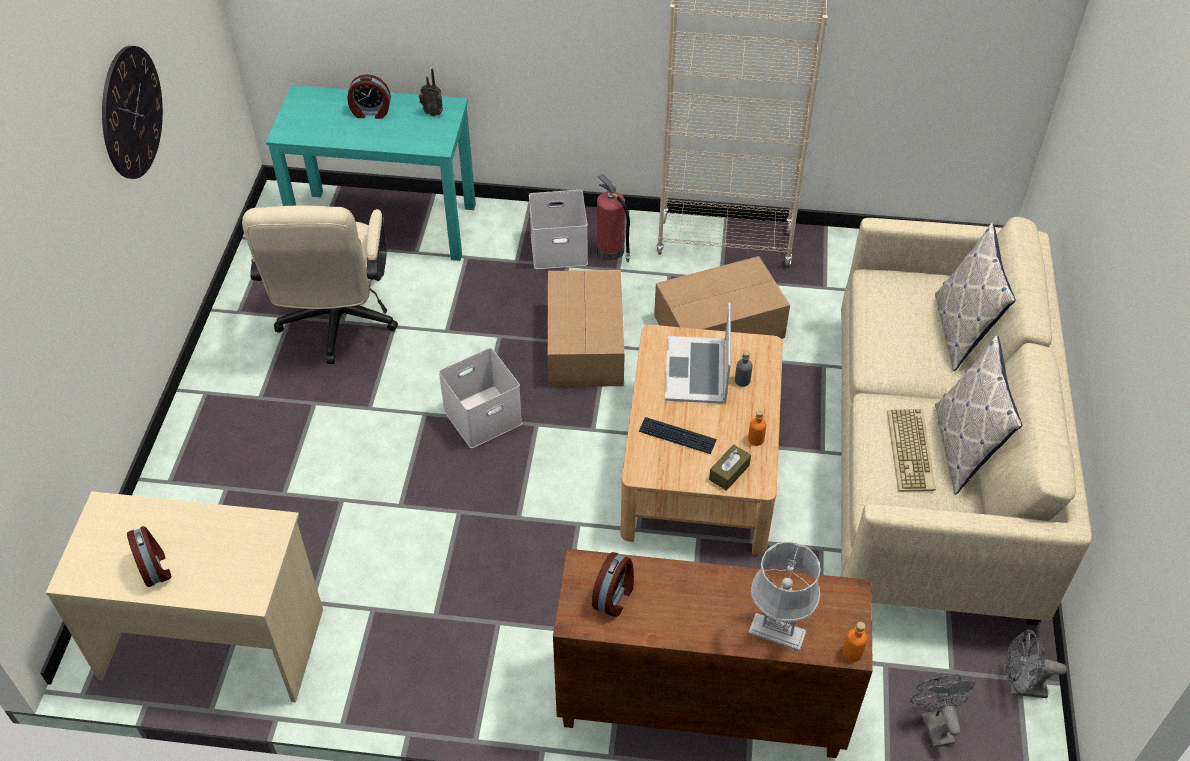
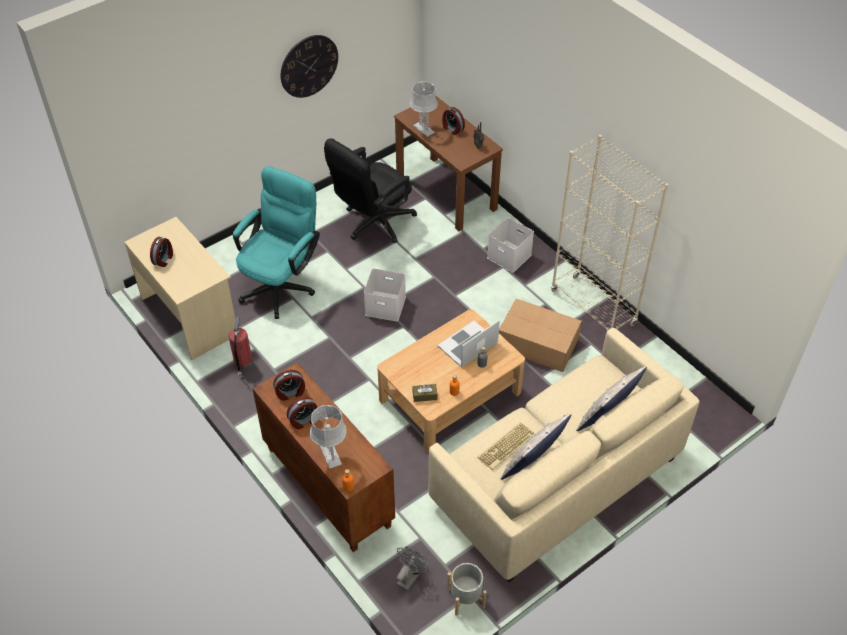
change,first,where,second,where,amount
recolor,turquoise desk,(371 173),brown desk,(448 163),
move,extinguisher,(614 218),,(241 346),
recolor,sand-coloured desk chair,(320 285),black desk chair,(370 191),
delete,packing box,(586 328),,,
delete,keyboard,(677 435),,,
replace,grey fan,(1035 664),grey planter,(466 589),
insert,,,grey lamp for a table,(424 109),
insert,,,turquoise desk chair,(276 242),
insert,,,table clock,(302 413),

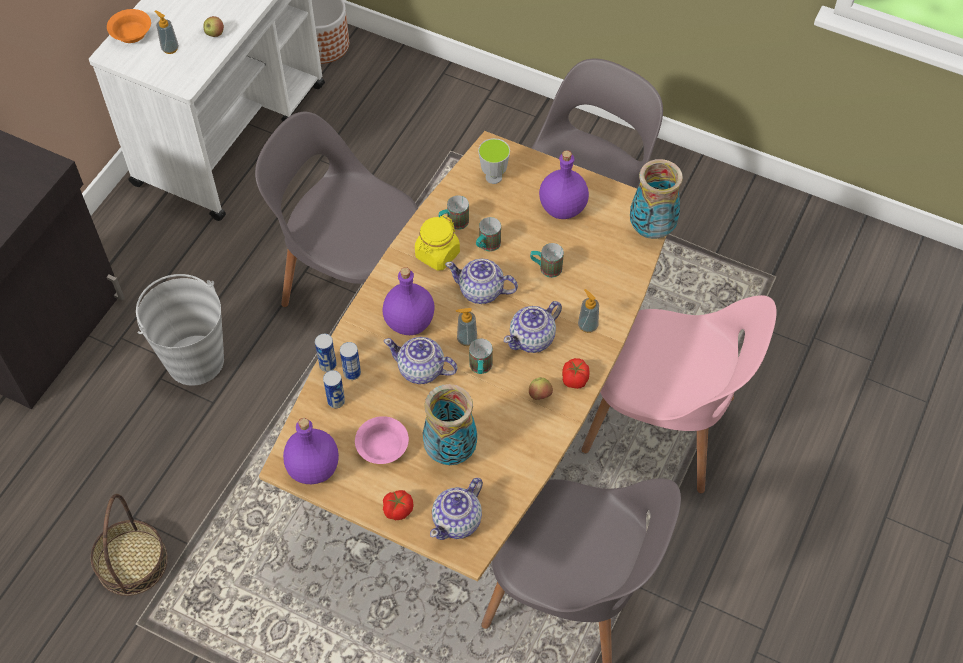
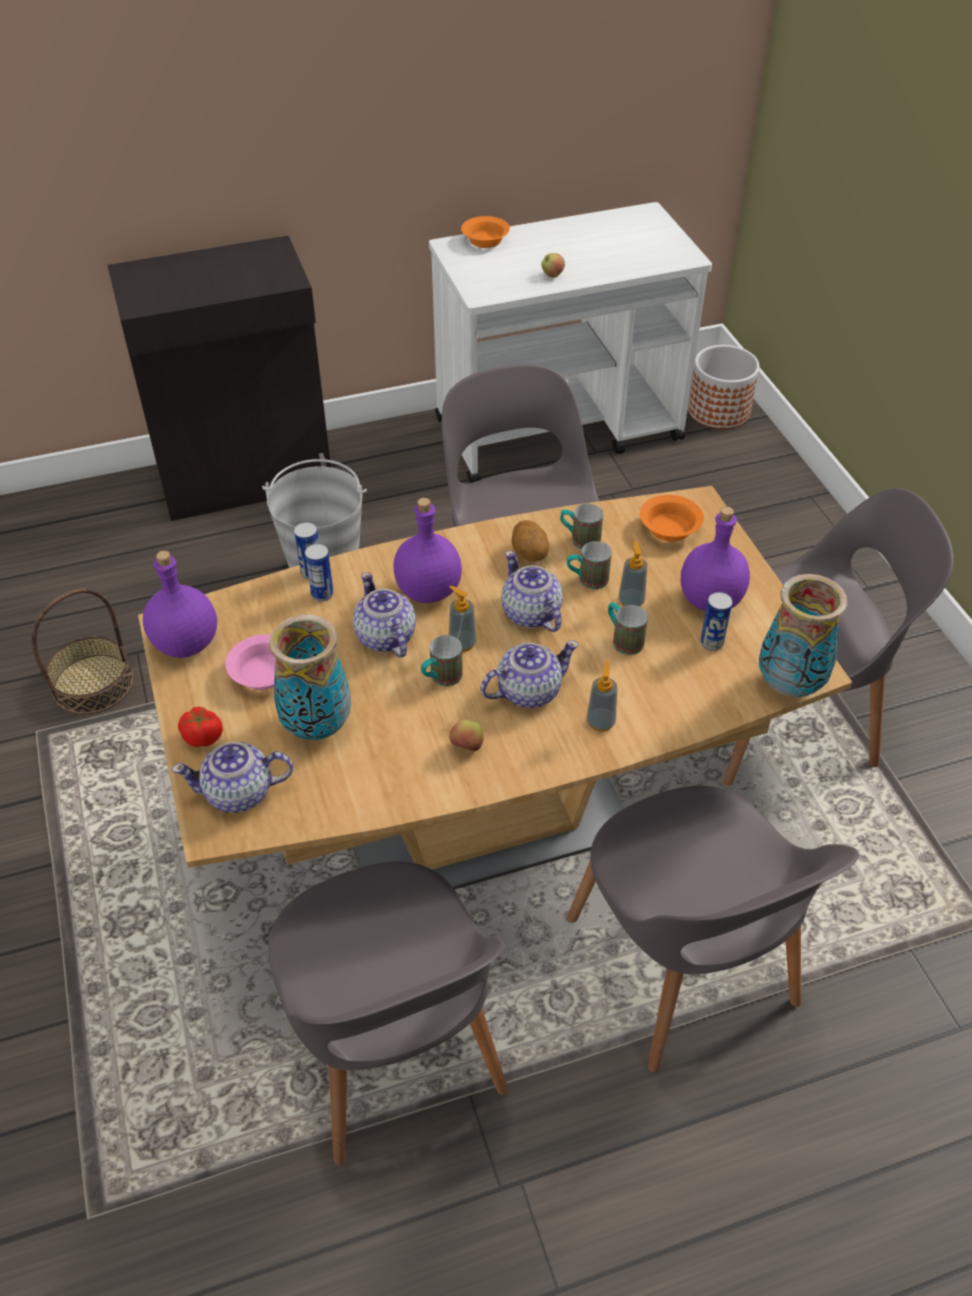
change,first,where,second,where,amount
move,soap dispenser,(166 32),,(632 574),
replace,small cup,(494 161),orange-coloured deep dish,(672 518),
replace,yellowish preserve jar,(437 243),whole potato,(530 541),
recolor,pinkish chair,(679 394),grey chair,(713 929),
rotate,teapot,(533 327),,(530 674),150 degrees clockwise
delete,fresh tomato,(575 373),,,
move,sealed can,(334 389),,(716 621),

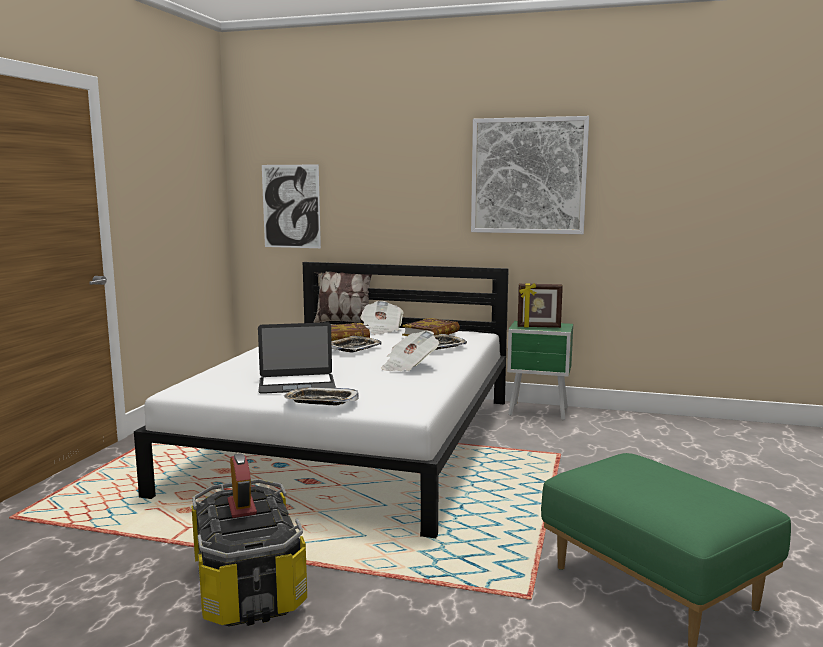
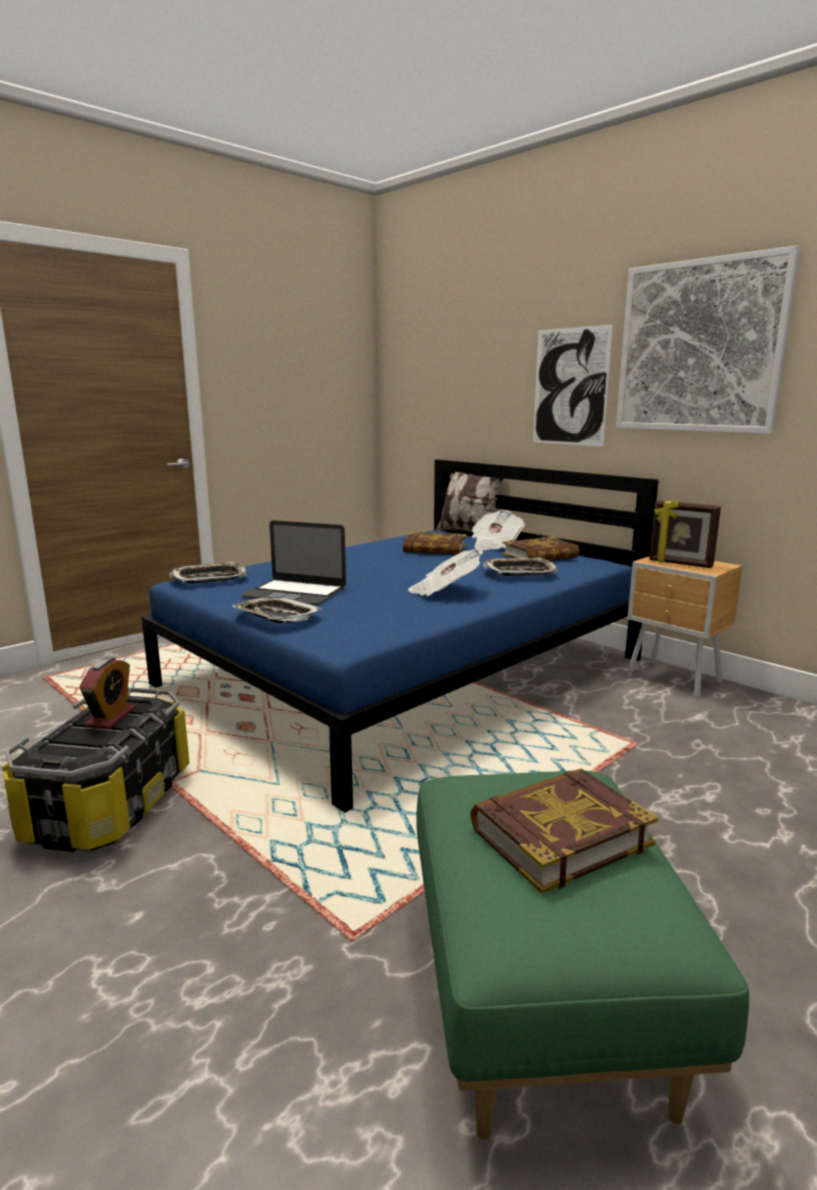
change,first,where,second,where,amount
move,wall art,(291 206),,(573 385),
recolor,white-coloured bed,(321 400),bluish bed,(400 635),
recolor,greenish night table,(540 370),brown night table,(684 627),
move,tray,(356 344),,(208 573),
insert,,,book,(564 831),

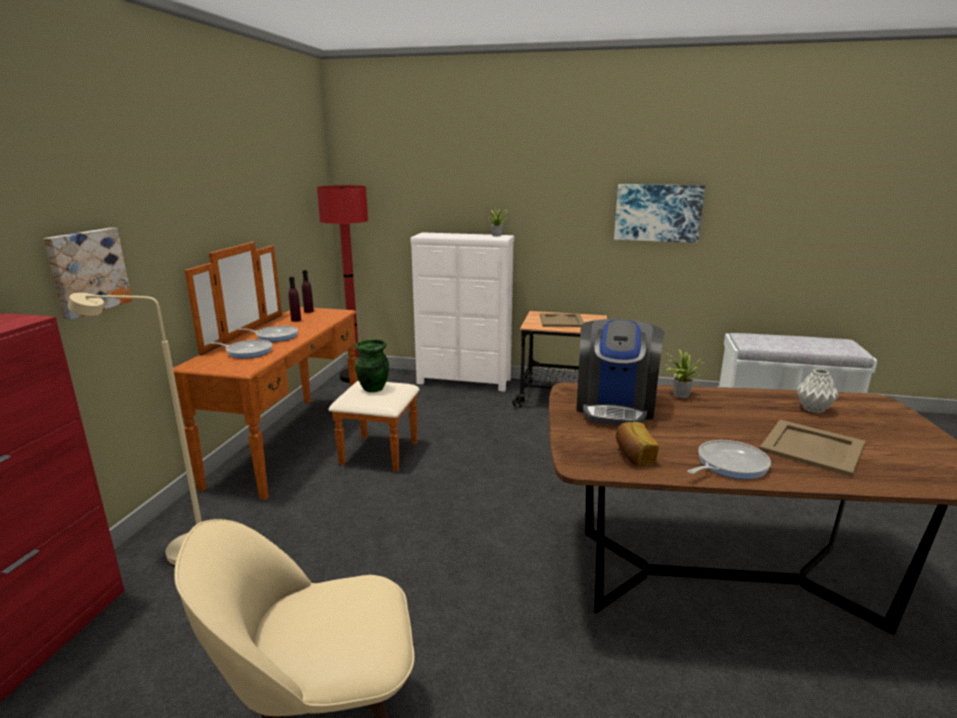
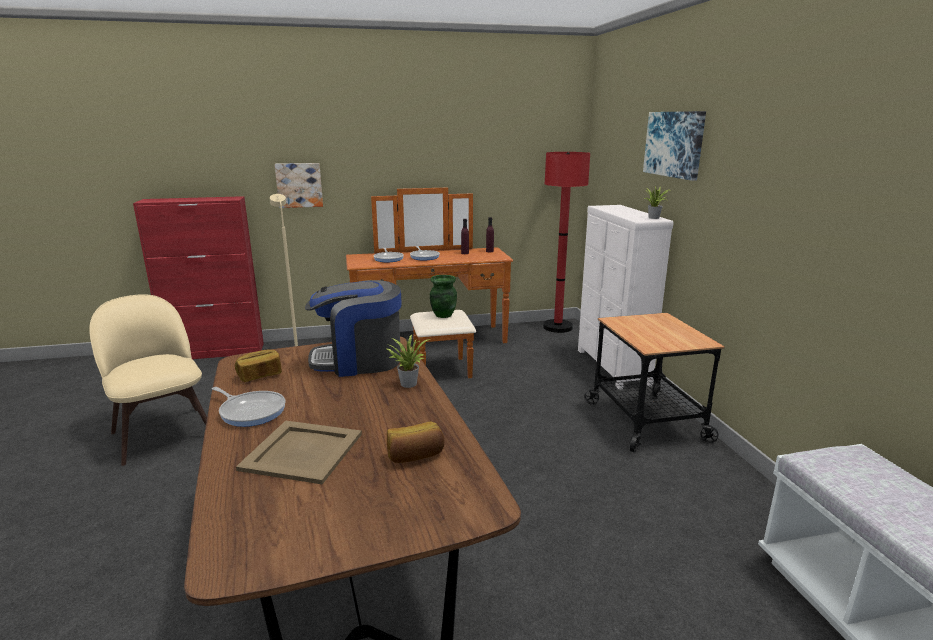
change,first,where,second,where,amount
move,wall art,(659 213),,(674 146),
delete,sand-coloured tray,(562 320),,,
replace,grey decorative vase,(817 391),baked bread,(416 442),

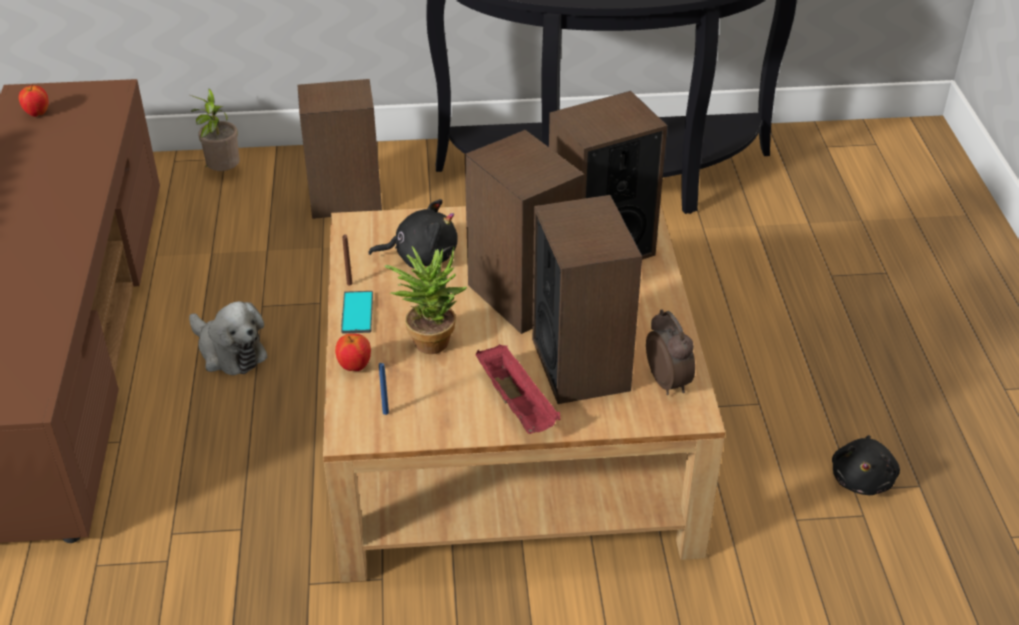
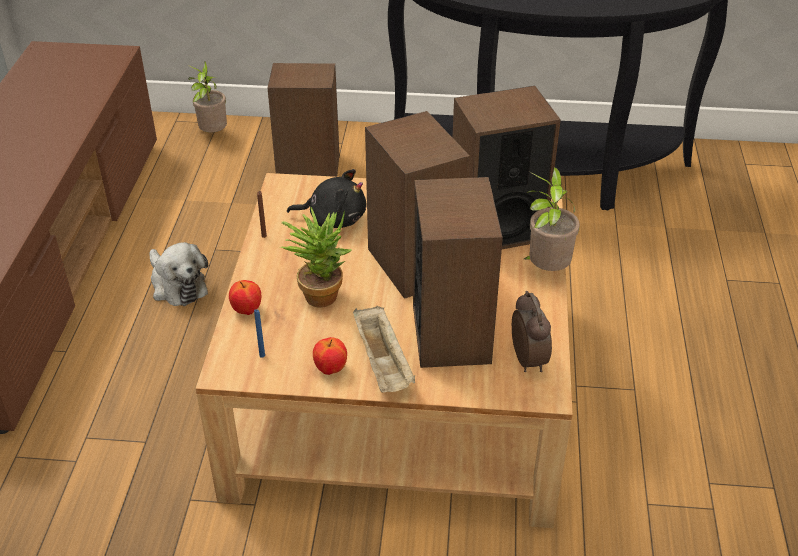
change,first,where,second,where,amount
move,whole apple,(33 101),,(330 356),
delete,handset,(357 312),,,
recolor,red-coloured tray,(518 389),sand-coloured tray,(384 349),
delete,black cuddly toy,(866 465),,,
insert,,,plant in a pot,(552 219),

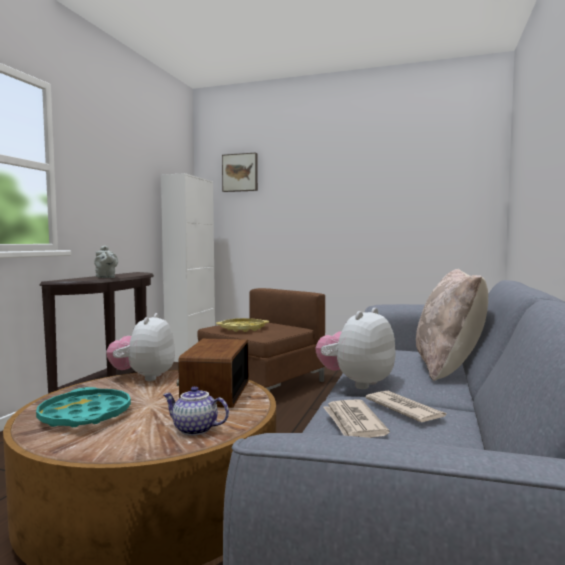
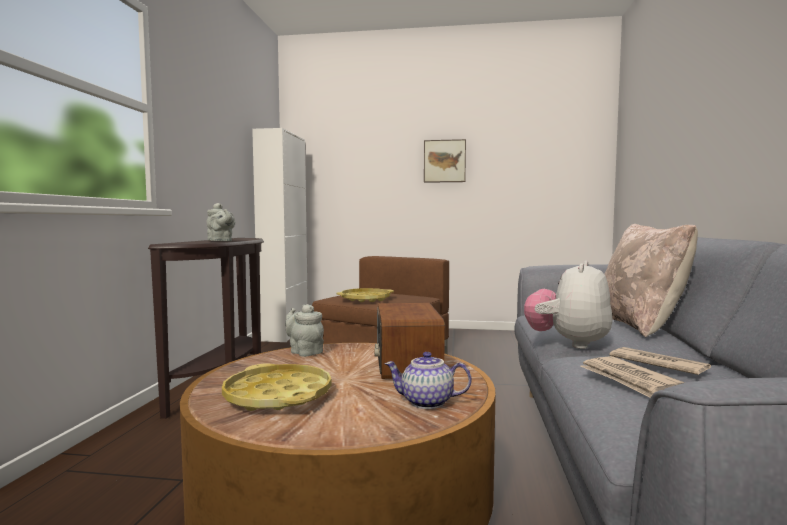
change,first,where,second,where,amount
move,wall art,(240 172),,(445 161),
replace,cuddly toy,(140 347),grey teapot,(304 330),
recolor,turquoise tray,(83 407),yellowish tray,(277 387),

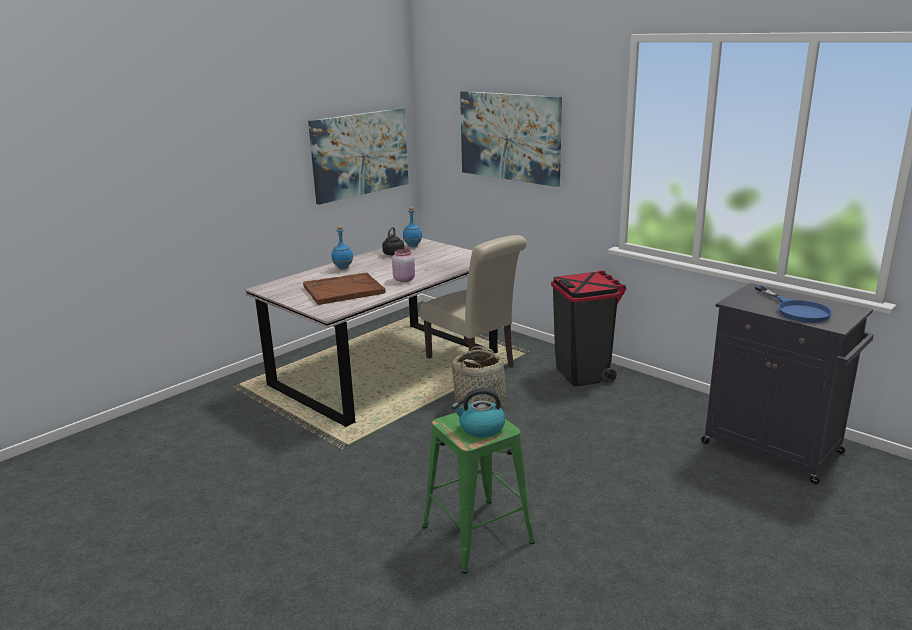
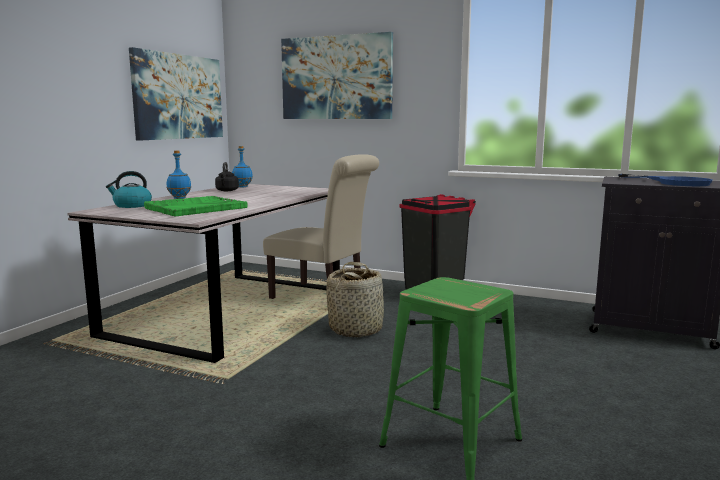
change,first,where,second,where,amount
delete,pinkish preserve jar,(403 265),,,
recolor,brown tray,(344 289),greenish tray,(196 206),
move,kettle,(478 412),,(129 189),

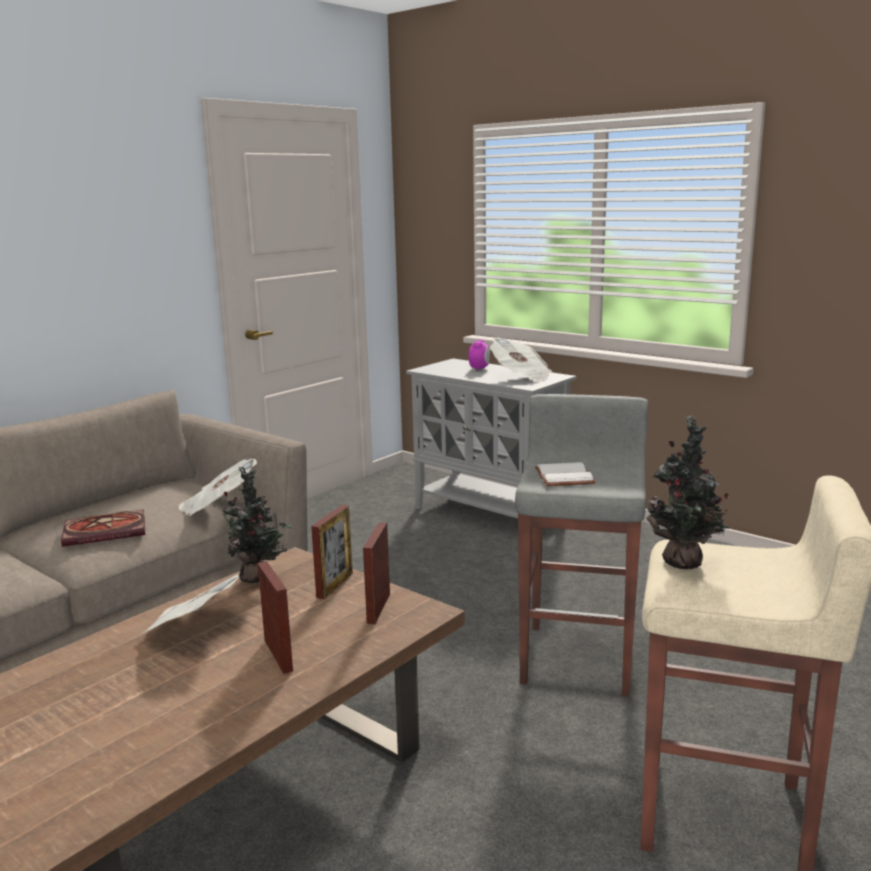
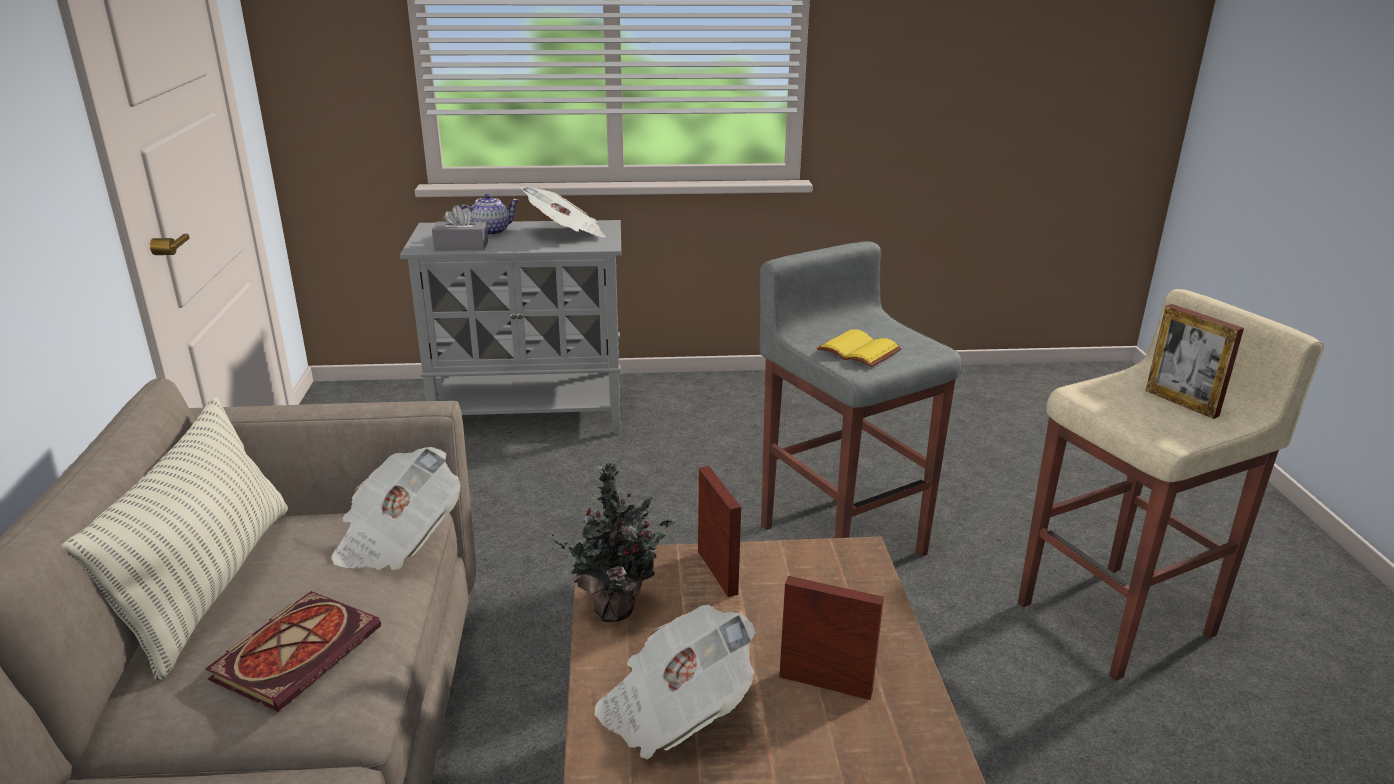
change,first,where,second,where,amount
replace,table clock,(479 355),teapot,(489 215),
delete,plant in a pot,(688 492),,,
recolor,white-coloured book,(565 474),yellowish book,(859 348),
move,picture frame,(376 573),,(1195 361),
insert,,,grey tissue box,(460 227),
insert,,,cushion,(174 538),

